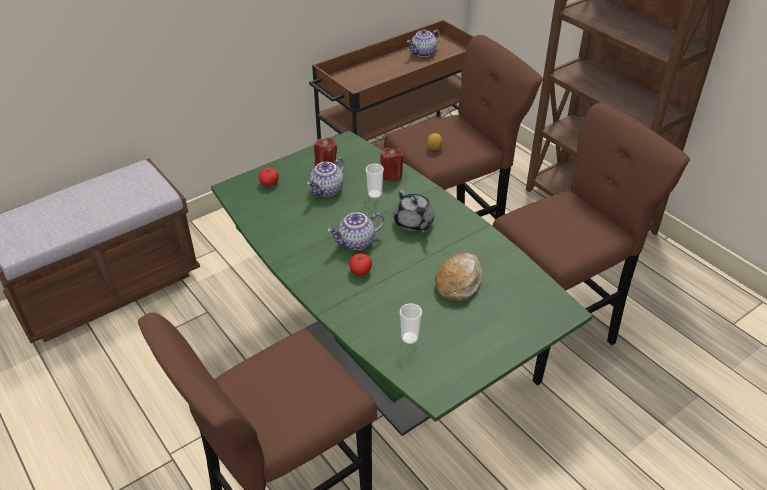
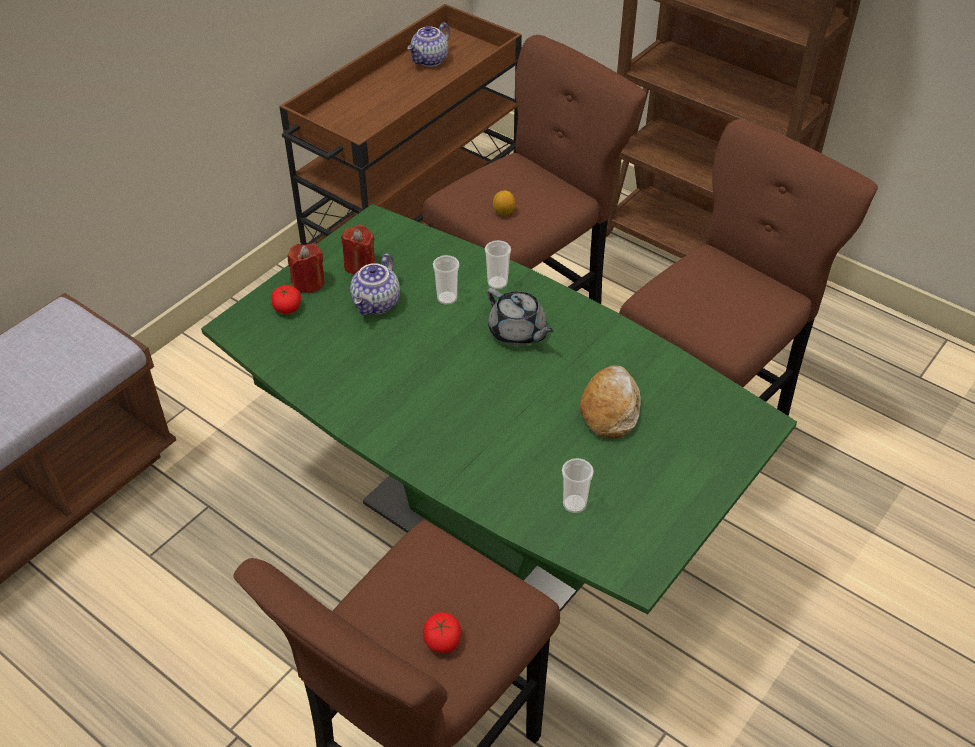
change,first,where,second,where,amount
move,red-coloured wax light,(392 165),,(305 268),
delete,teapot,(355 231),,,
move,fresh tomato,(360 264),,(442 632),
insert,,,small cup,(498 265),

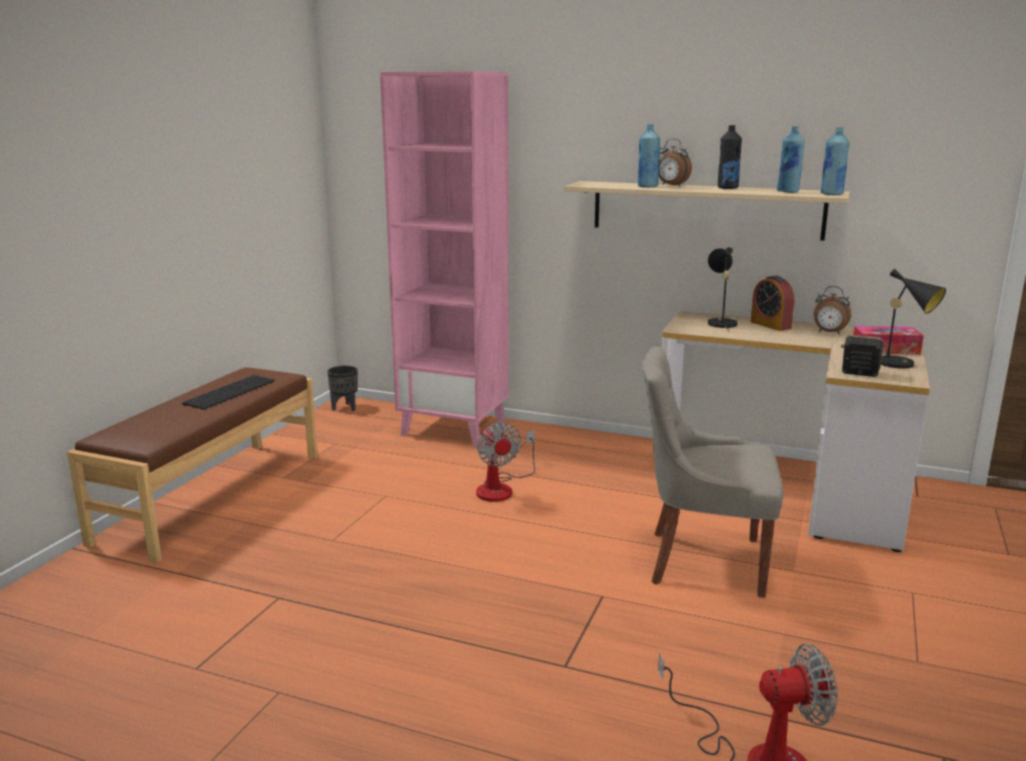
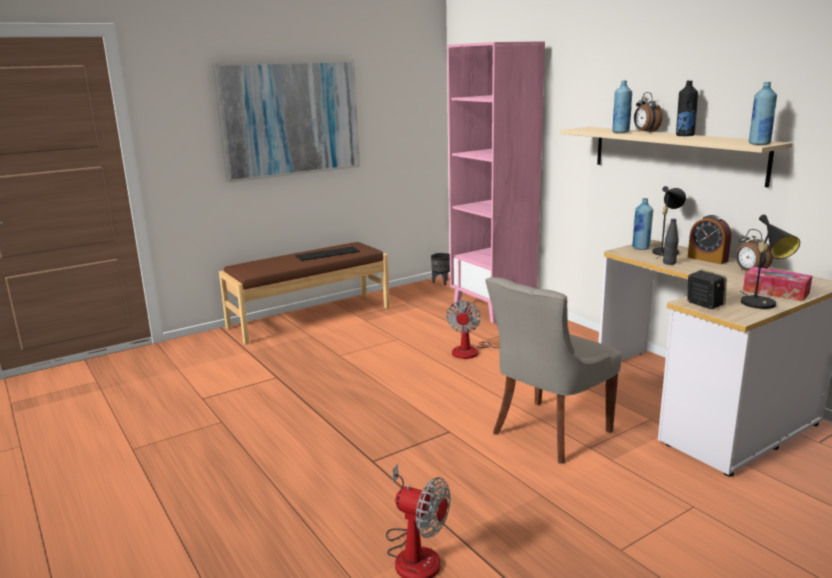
change,first,where,second,where,amount
move,bluish bottle,(791 159),,(642 224),
rotate,table clock,(773 303),,(709 239),45 degrees counterclockwise
rotate,grey chair,(712 472),,(554 370),90 degrees counterclockwise
insert,,,wall art,(286 121),
insert,,,black bottle,(671 242),

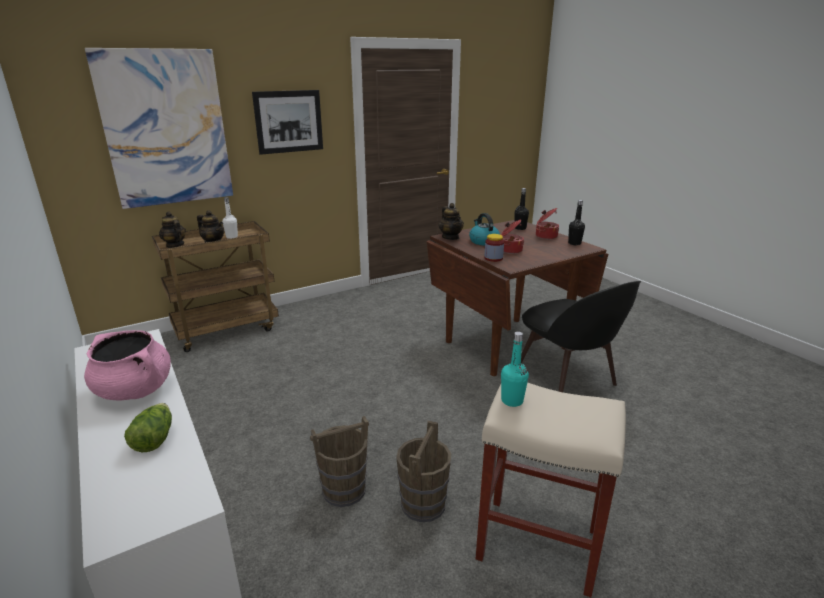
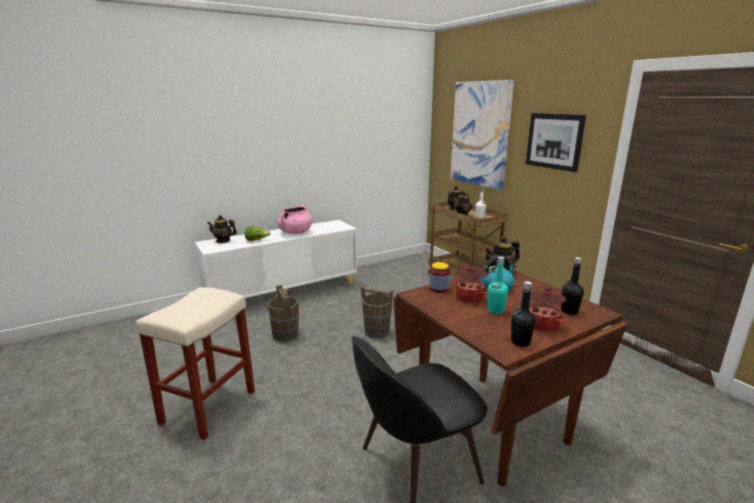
change,first,where,second,where,amount
move,turquoise bottle,(515 369),,(498 285),
move,brown pail,(423 471),,(377 312),
insert,,,teapot,(222 229),

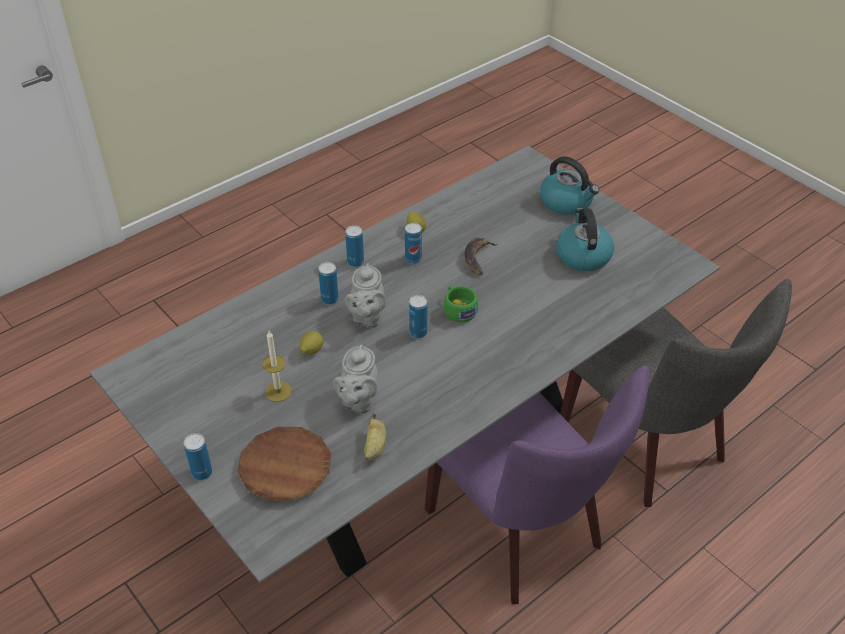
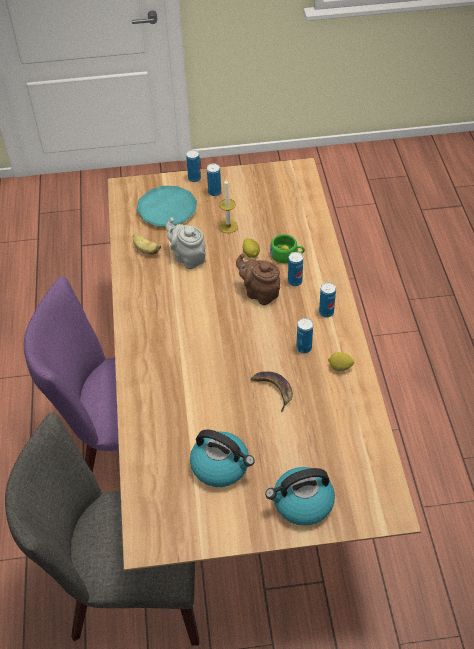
change,first,where,second,where,amount
recolor,grey dining table,(405 364),brown dining table,(264 364),
recolor,grey teapot,(365 295),brown teapot,(258 279),
move,greenish small cup,(461 304),,(287 248),
move,sealed can,(418 316),,(214 179),
recolor,brown dinner plate,(284 464),turquoise dinner plate,(167 206),

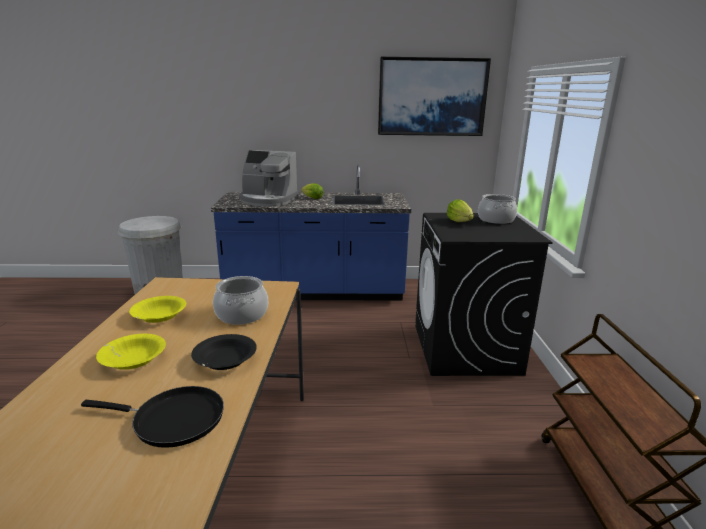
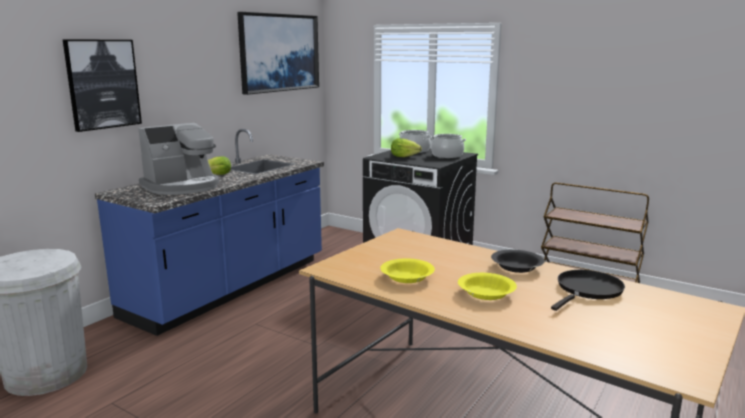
change,first,where,second,where,amount
move,saucepot,(240 300),,(448 146),
insert,,,wall art,(102 86),

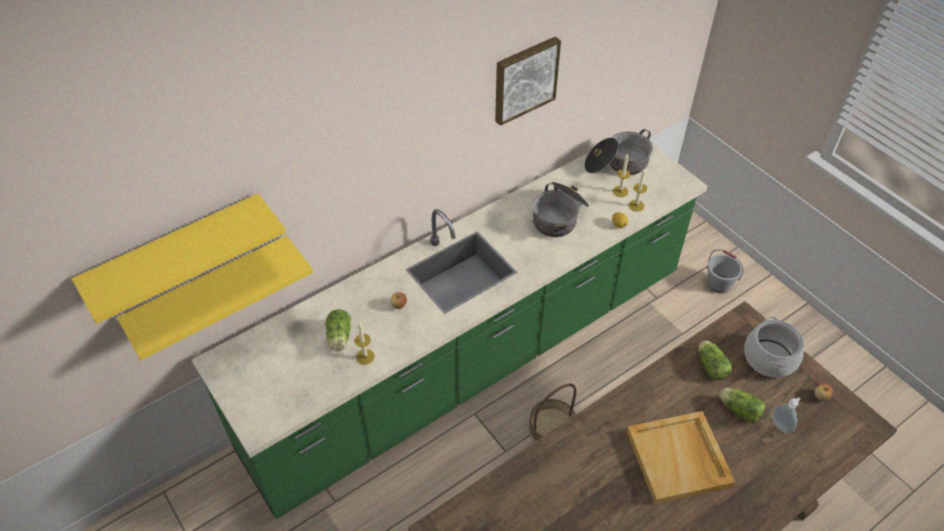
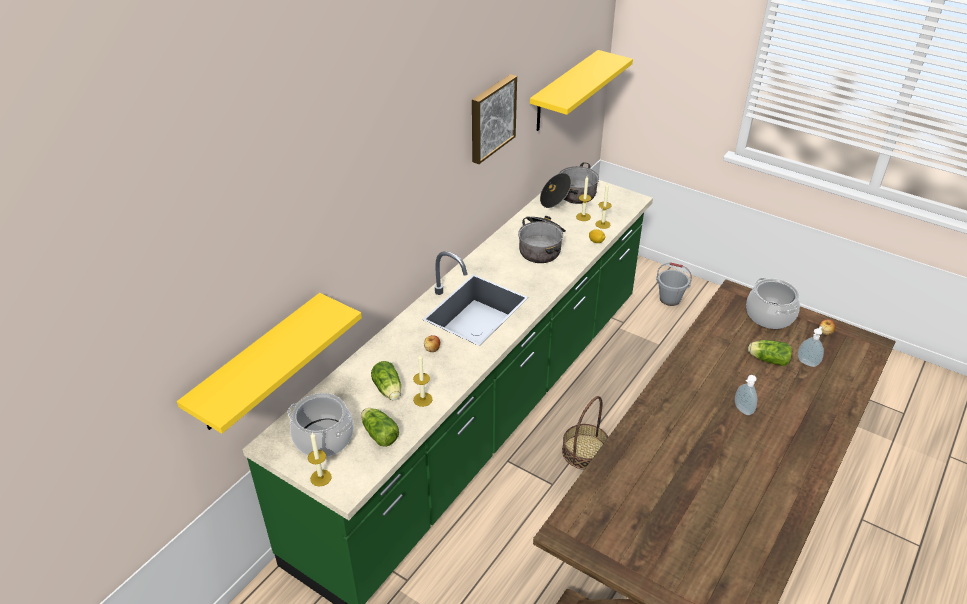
change,first,where,second,where,amount
move,yellowish bracket shelf,(179 259),,(581 90),
move,lettuce,(715 360),,(380 427),
replace,sand-coloured tray,(681 457),soap dispenser,(746 395),
insert,,,saucepot,(321 425),
insert,,,wax light,(320 459),

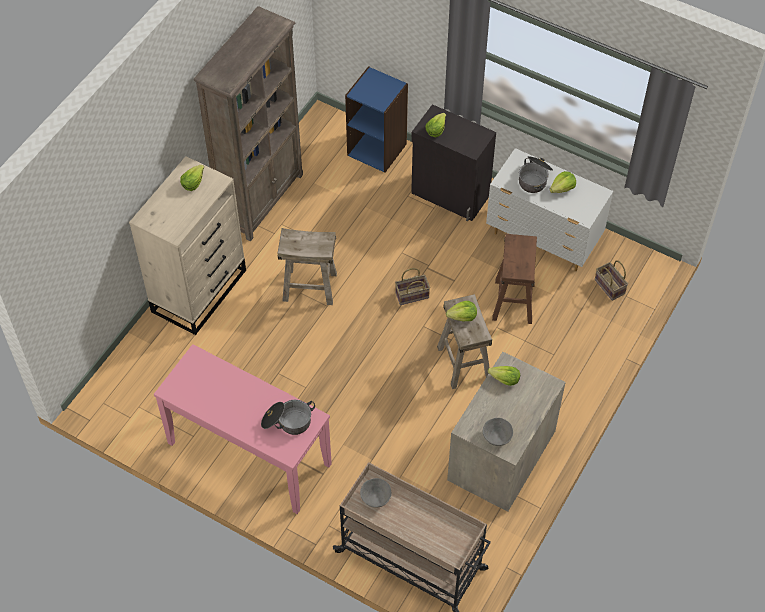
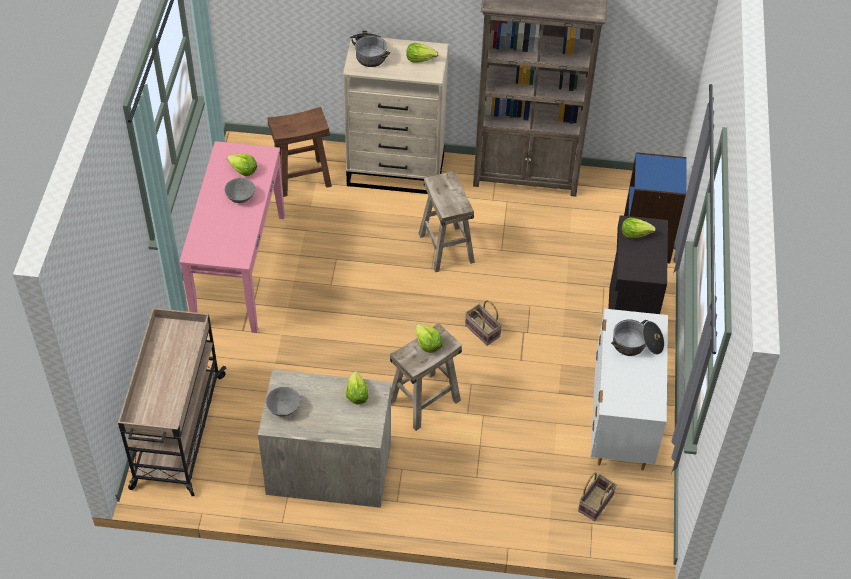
change,first,where,second,where,amount
move,lettuce,(562 182),,(242 165),
move,brown stool seat,(514 279),,(299 152),
move,saucepot,(288 417),,(370 49),
move,grey deep dish,(376 493),,(240 190),

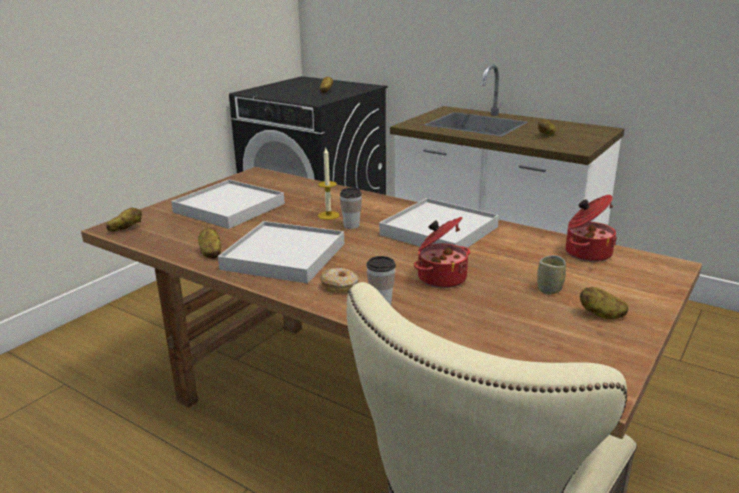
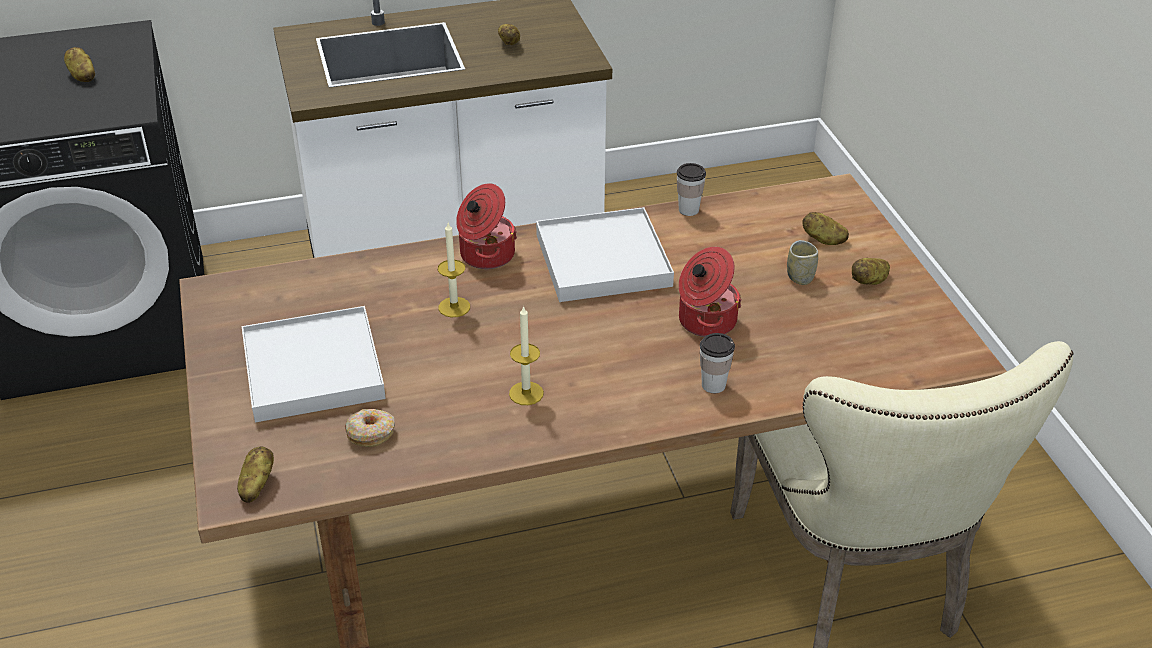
change,first,where,second,where,amount
move,small cup,(351 208),,(691 189),
move,saucepot,(591 228),,(486 226),
replace,white-coloured tray,(281 252),wax light,(526 355),
move,whole potato,(209 243),,(825 228),
move,ring doughnut,(339 280),,(370 428),

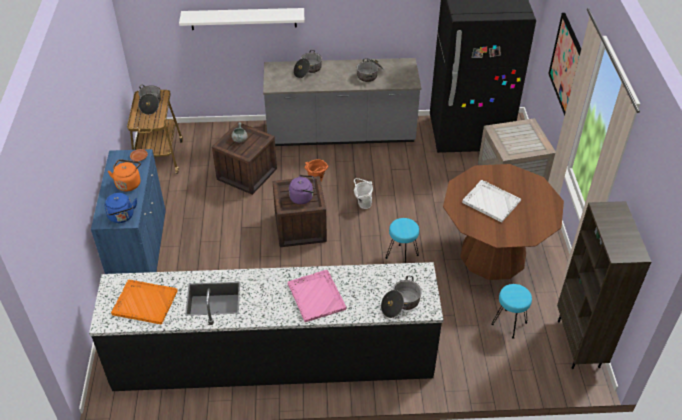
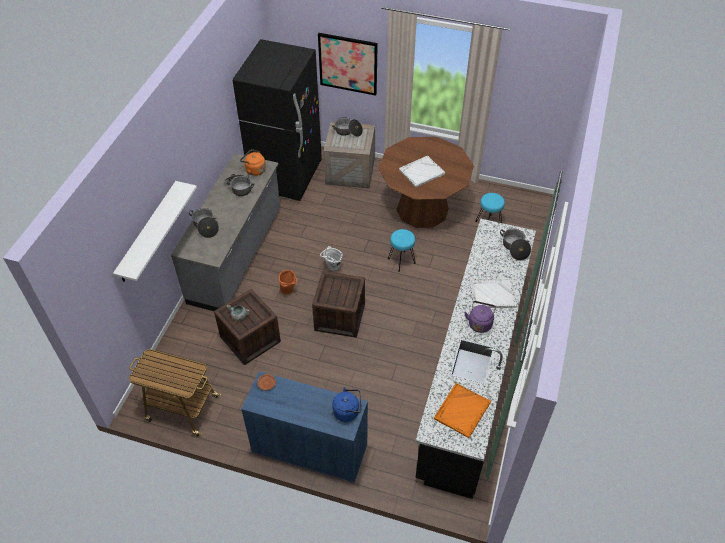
change,first,where,second,where,amount
move,saucepot,(149 100),,(347 127),
move,orange-coloured kettle,(124 175),,(253 162),
move,purplish kettle,(302 189),,(480 317),
delete,brown shelving unit,(604 285),,,
recolor,pinkish tray,(316 296),white-coloured tray,(493 293),

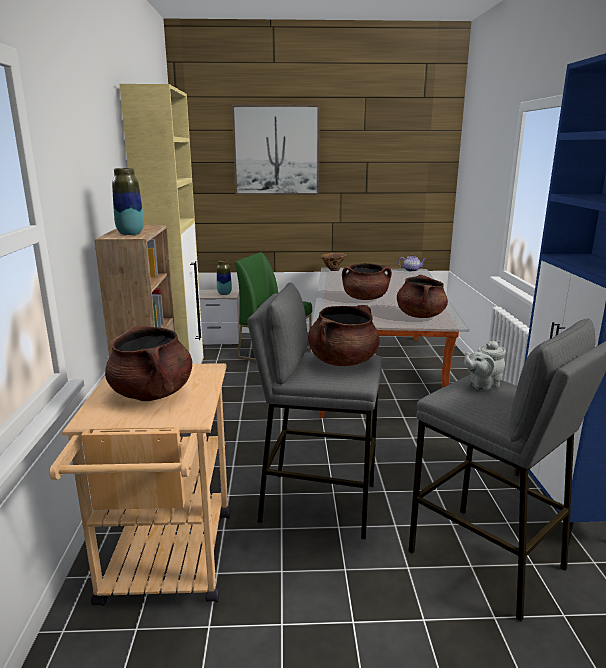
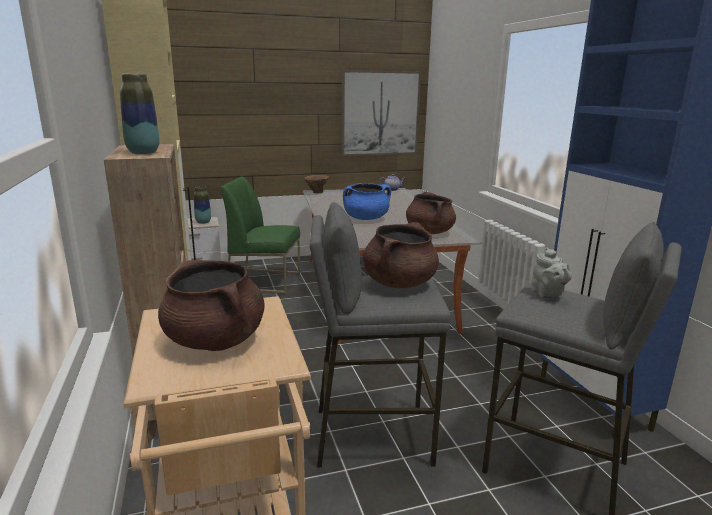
change,first,where,second,where,amount
move,wall art,(276 149),,(381 113),
recolor,brown saucepot,(367 281),bluish saucepot,(367 201),
rotate,grey teapot,(485 365),,(552 274),60 degrees counterclockwise

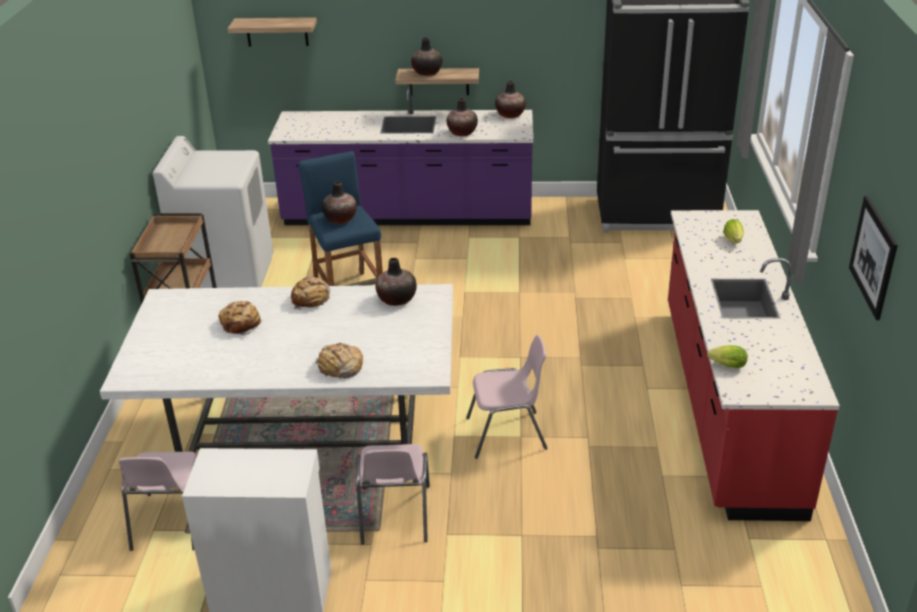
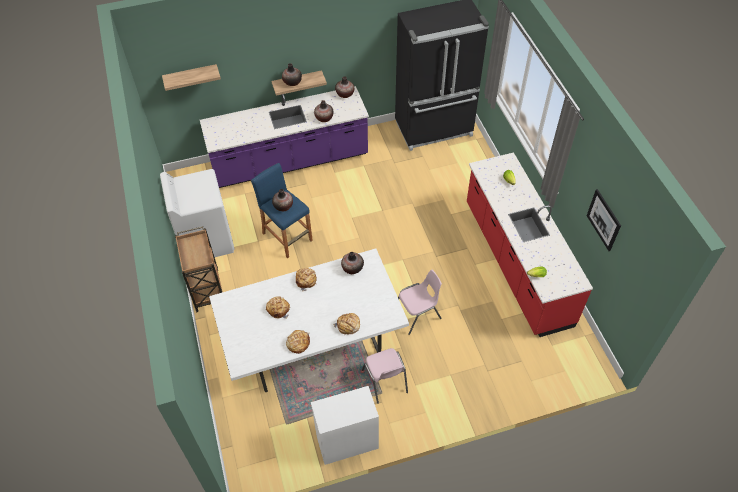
change,first,where,second,where,amount
delete,pinkish chair,(158 501),,,
insert,,,baked bread,(298 342),

